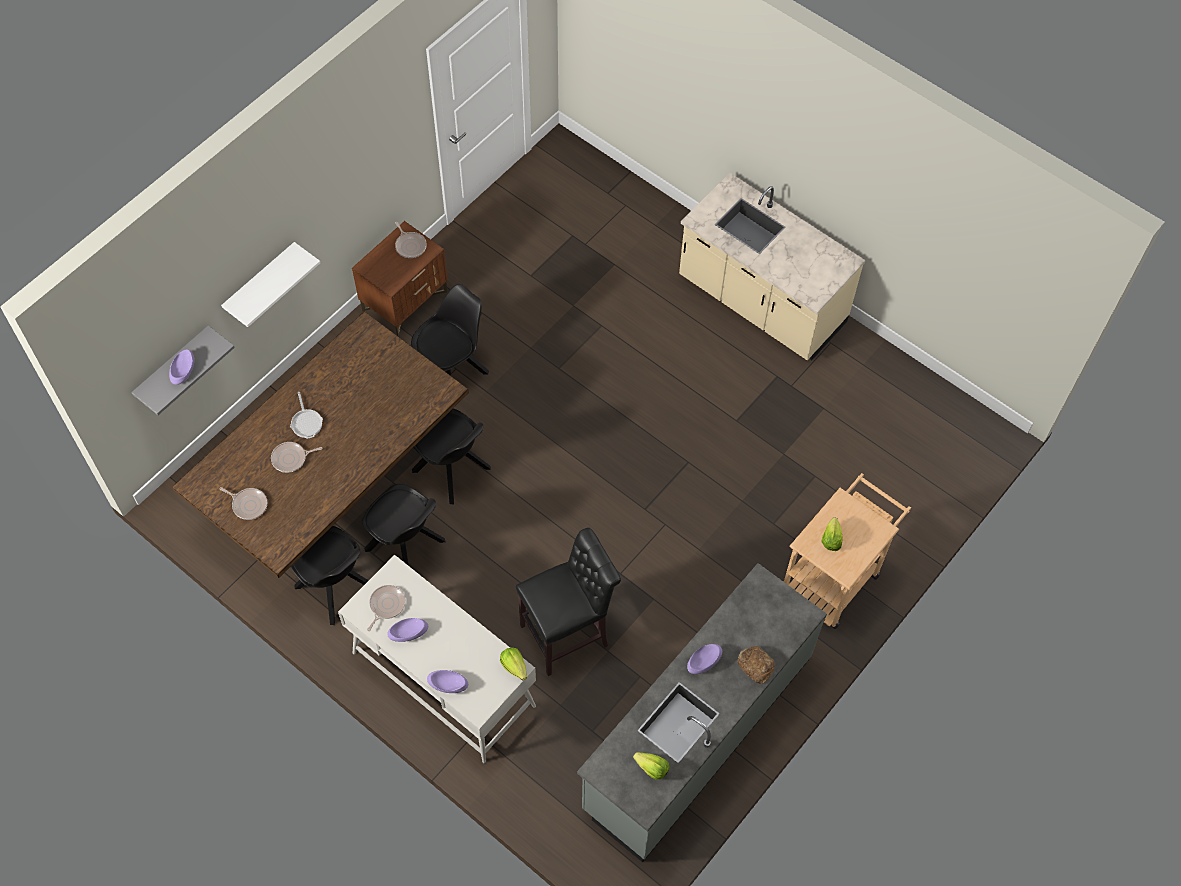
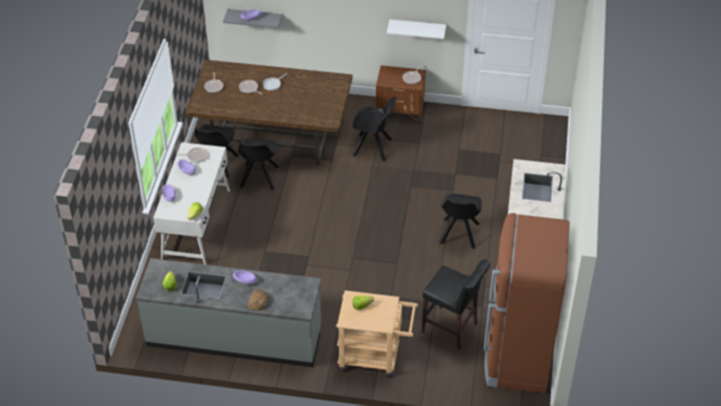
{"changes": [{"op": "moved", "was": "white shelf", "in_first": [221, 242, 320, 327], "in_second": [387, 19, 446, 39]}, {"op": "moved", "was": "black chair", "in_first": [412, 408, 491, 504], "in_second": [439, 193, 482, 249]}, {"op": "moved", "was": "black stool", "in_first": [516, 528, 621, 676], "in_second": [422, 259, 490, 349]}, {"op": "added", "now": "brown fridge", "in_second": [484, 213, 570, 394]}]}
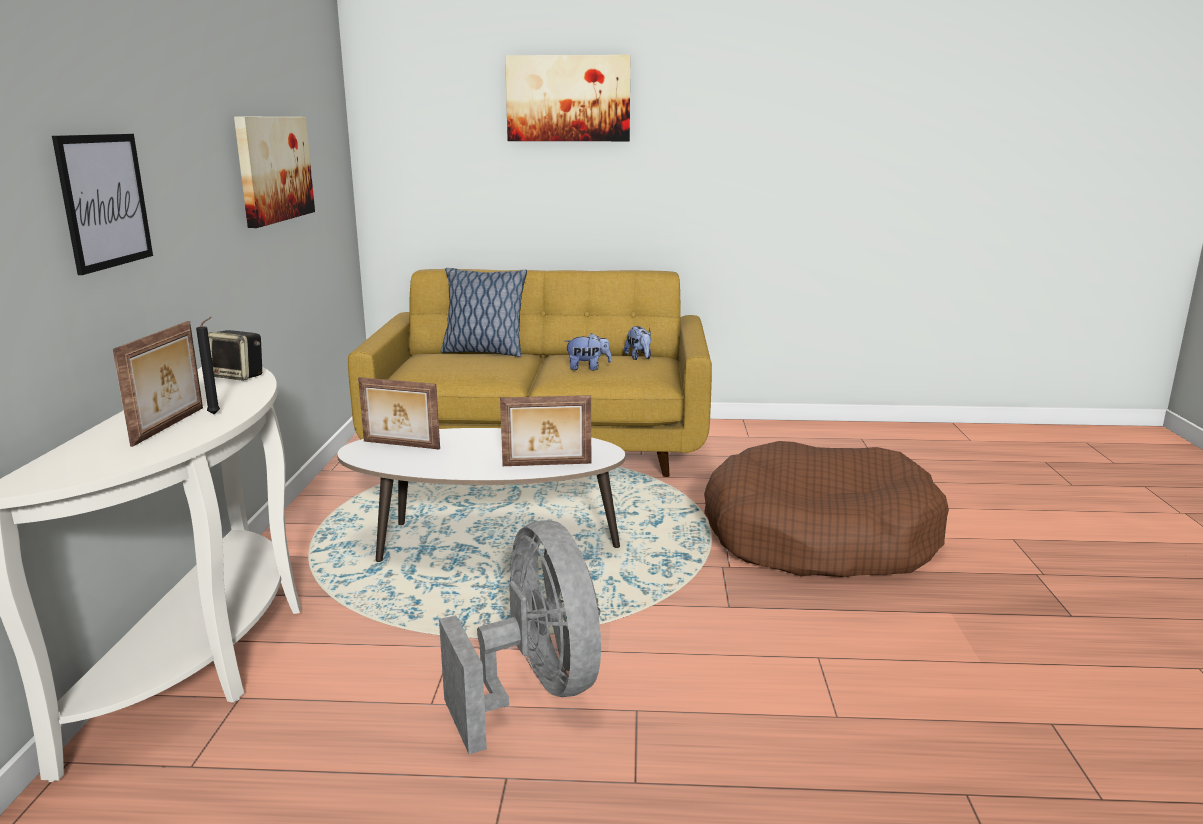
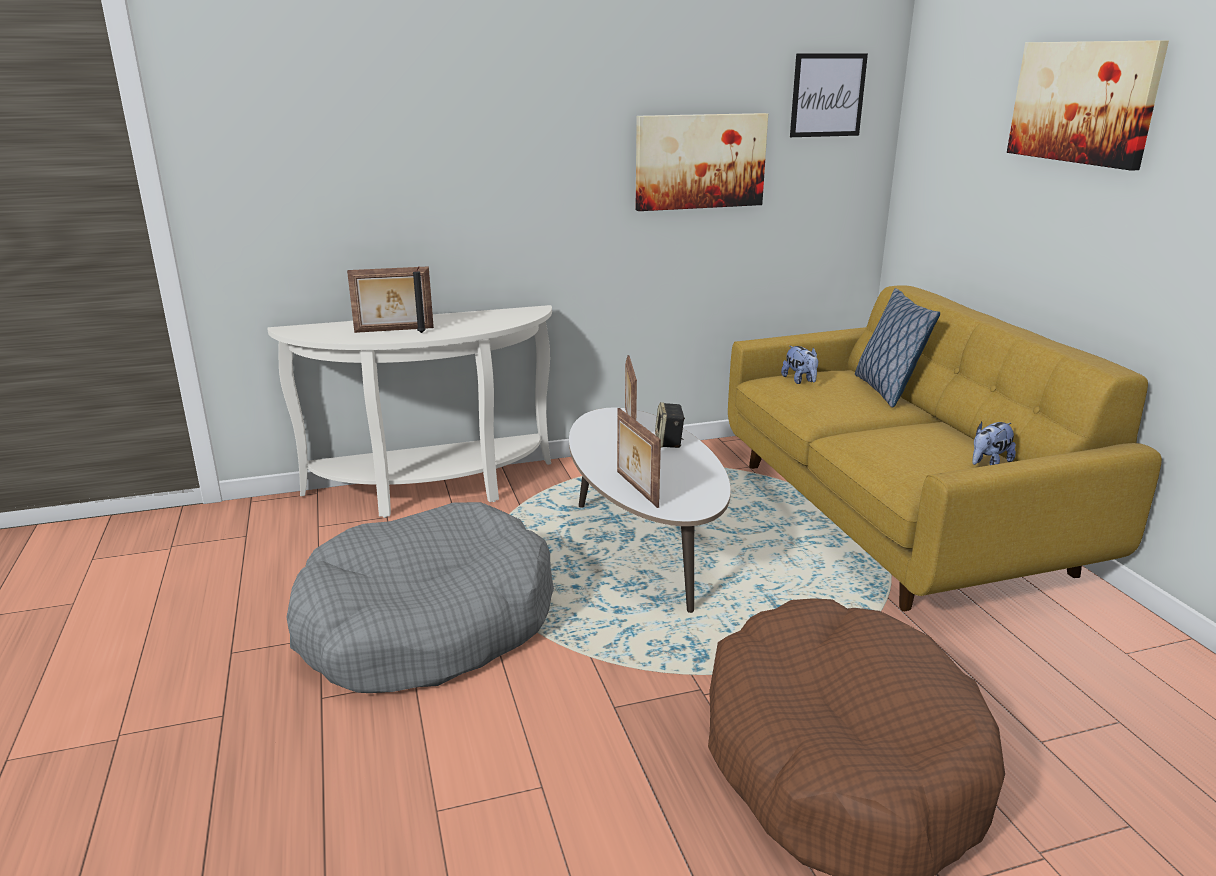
{"changes": [{"op": "moved", "was": "picture", "in_first": [52, 134, 153, 275], "in_second": [790, 53, 868, 137]}, {"op": "moved", "was": "speaker", "in_first": [208, 330, 262, 381], "in_second": [655, 402, 685, 448]}, {"op": "moved", "was": "plush toy", "in_first": [565, 333, 612, 371], "in_second": [781, 346, 818, 384]}, {"op": "replaced", "was": "grey fan", "now": "grey dog bed", "in_first": [439, 521, 601, 754], "in_second": [286, 502, 554, 693]}]}
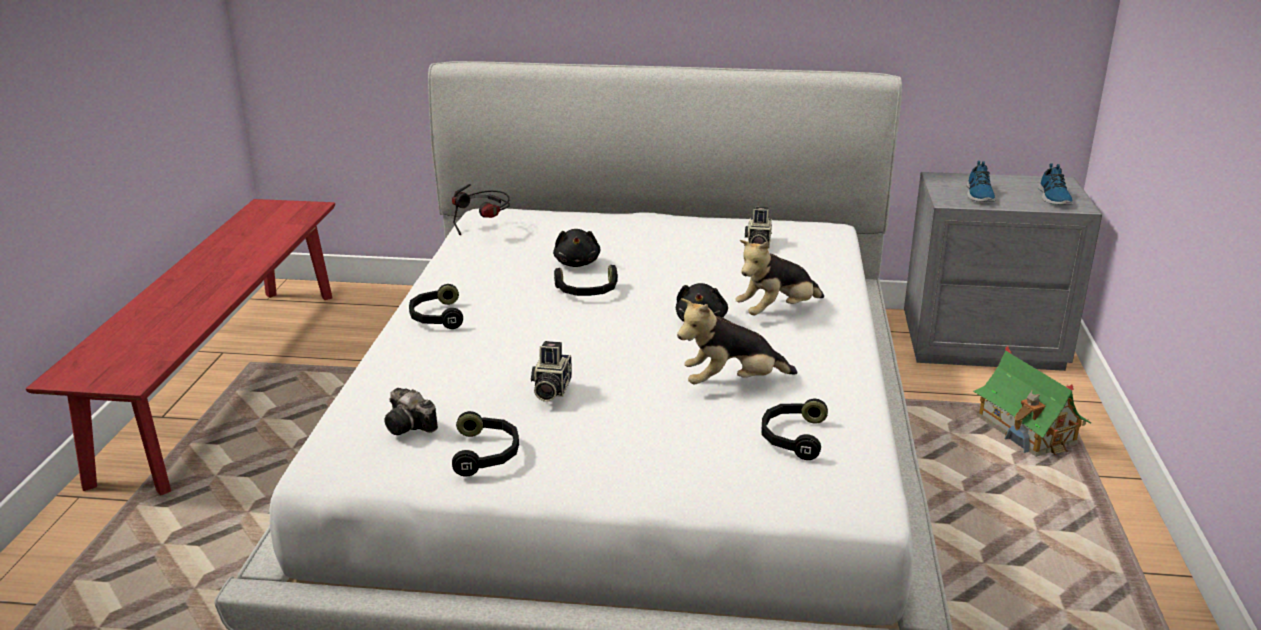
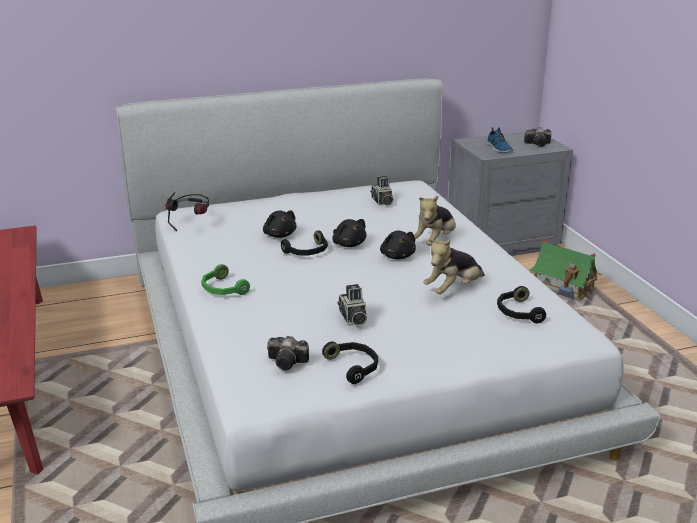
{"changes": [{"op": "replaced", "was": "shoe", "now": "photo camera", "in_first": [1038, 163, 1073, 205], "in_second": [524, 127, 551, 147]}, {"op": "recoloured", "was": "black headphones", "now": "green headphones", "in_first": [409, 284, 463, 329], "in_second": [201, 264, 250, 295]}, {"op": "added", "now": "black plush toy", "in_second": [332, 219, 367, 247]}]}
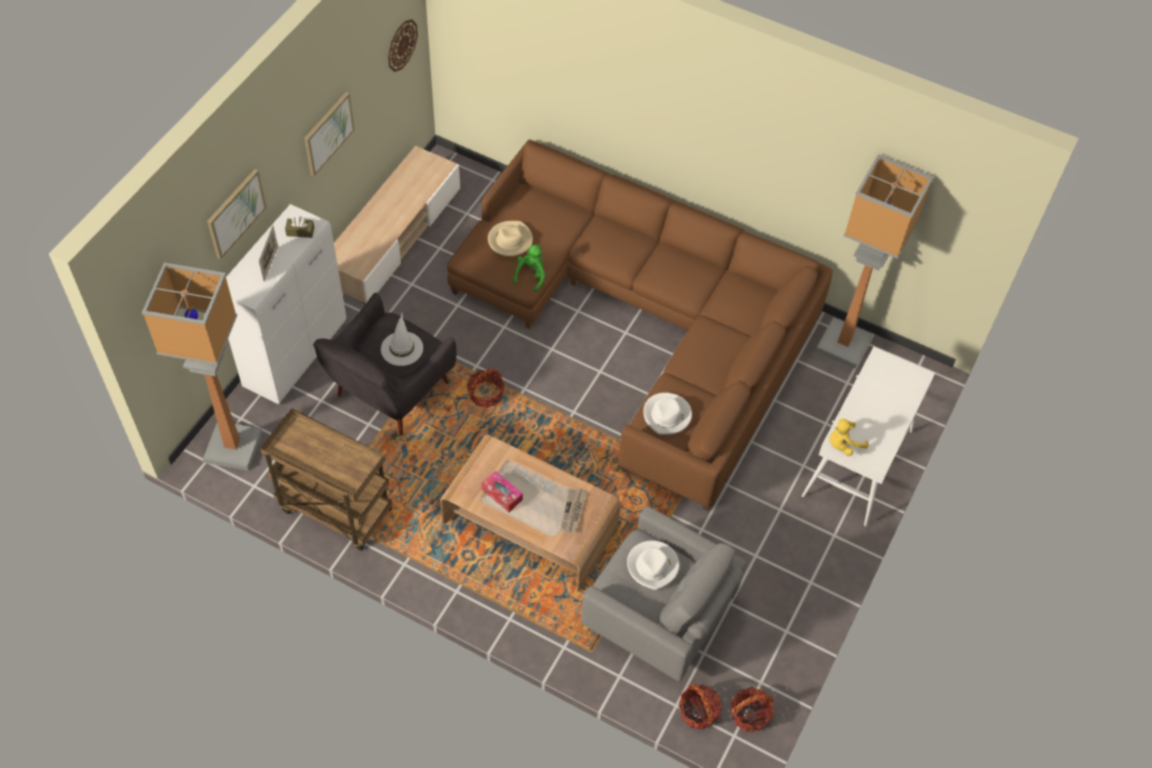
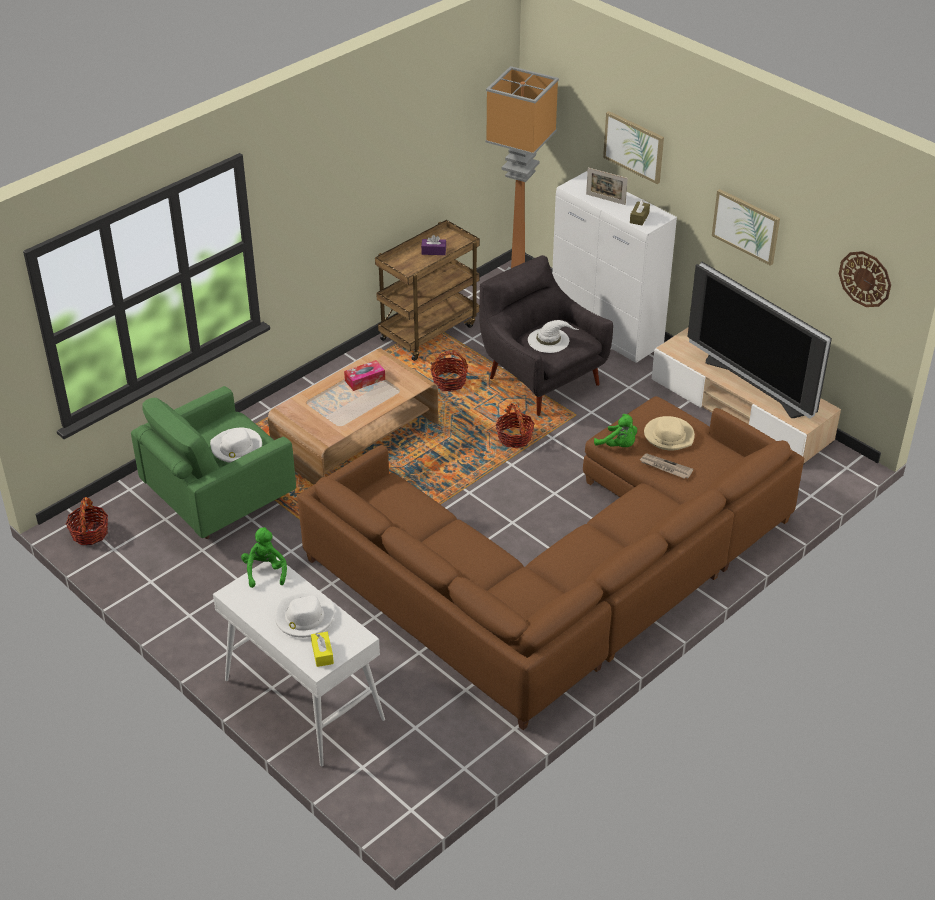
{"changes": [{"op": "removed", "was": "floor lamp", "in_first": [816, 154, 934, 369]}, {"op": "moved", "was": "white hat", "in_first": [643, 393, 692, 435], "in_second": [275, 592, 335, 638]}, {"op": "recoloured", "was": "yellow plush toy", "now": "green plush toy", "in_first": [830, 419, 869, 456], "in_second": [241, 527, 287, 588]}, {"op": "moved", "was": "newspaper", "in_first": [560, 487, 587, 533], "in_second": [640, 453, 693, 479]}, {"op": "recoloured", "was": "grey armchair", "now": "green armchair", "in_first": [581, 506, 746, 682], "in_second": [131, 386, 296, 539]}, {"op": "moved", "was": "basket", "in_first": [679, 684, 722, 730], "in_second": [430, 350, 468, 392]}, {"op": "added", "now": "purple tissue box", "in_second": [421, 235, 446, 255]}, {"op": "added", "now": "television", "in_second": [687, 262, 832, 419]}, {"op": "added", "now": "yellow tissue box", "in_second": [311, 632, 334, 667]}]}
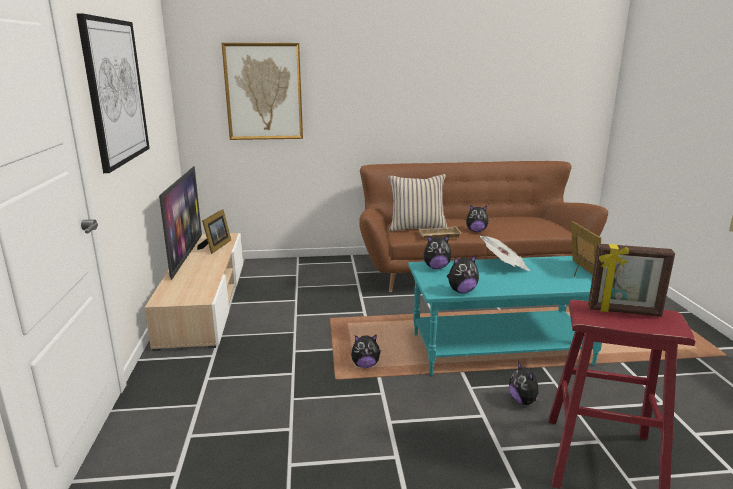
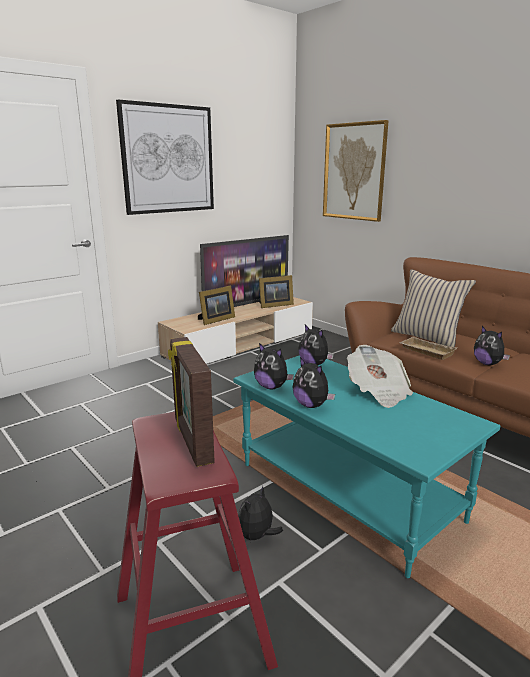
{"changes": [{"op": "moved", "was": "picture frame", "in_first": [571, 221, 601, 276], "in_second": [198, 286, 235, 325]}, {"op": "moved", "was": "plush toy", "in_first": [351, 334, 381, 368], "in_second": [292, 357, 335, 408]}]}
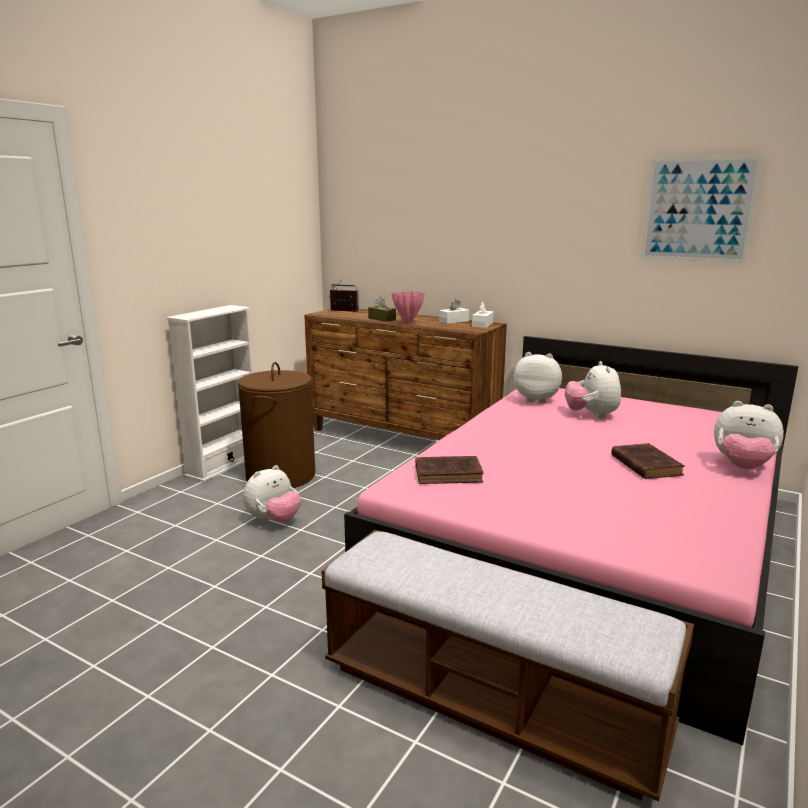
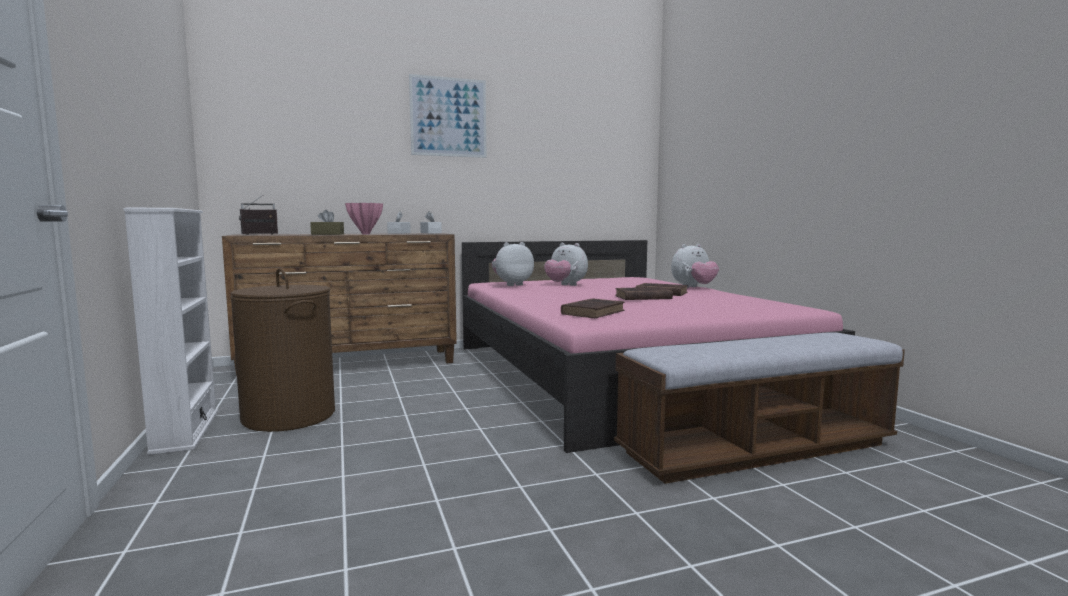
{"changes": [{"op": "moved", "was": "picture", "in_first": [641, 156, 762, 263], "in_second": [409, 74, 486, 158]}, {"op": "removed", "was": "plush toy", "in_first": [243, 465, 301, 522]}, {"op": "added", "now": "brown book", "in_second": [615, 287, 673, 300]}]}
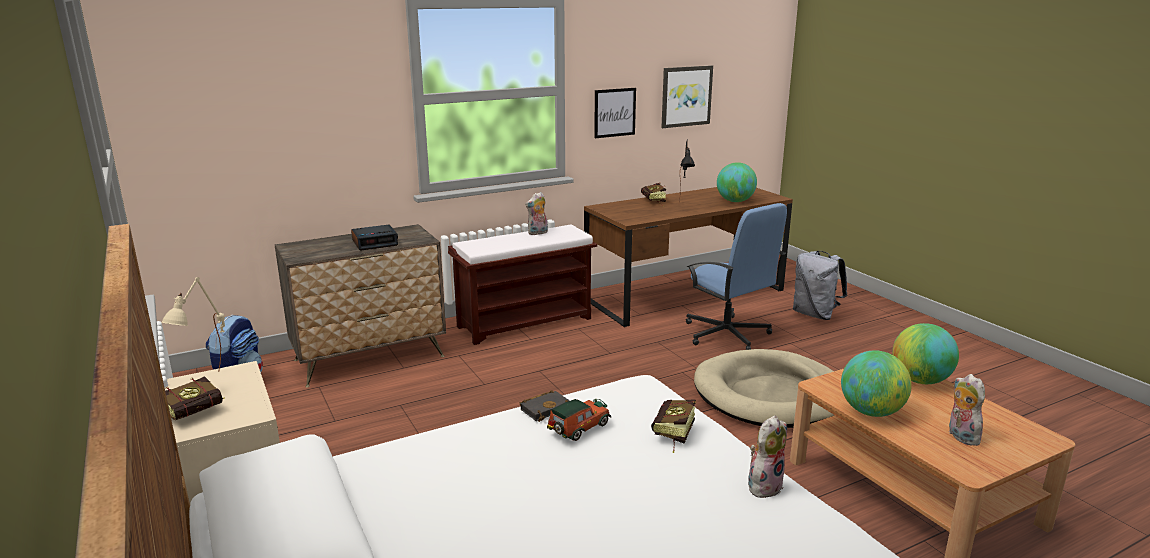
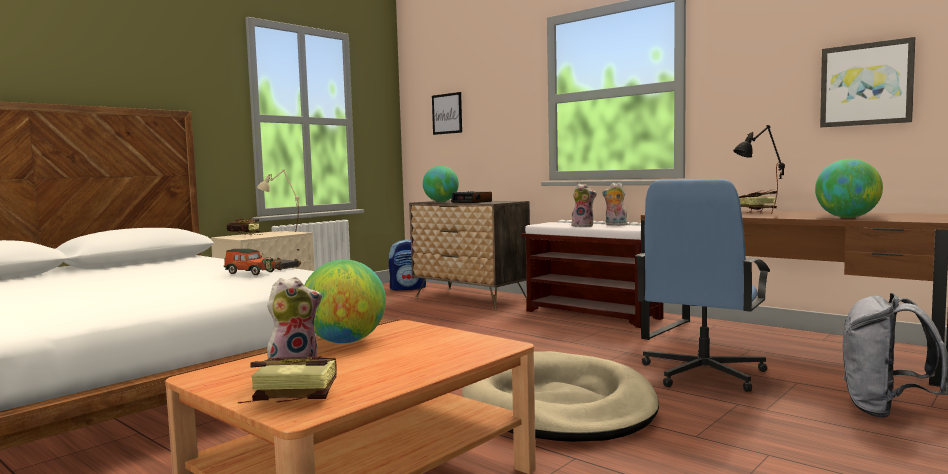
{"changes": [{"op": "moved", "was": "picture", "in_first": [594, 88, 636, 138], "in_second": [432, 92, 462, 135]}, {"op": "moved", "was": "globe", "in_first": [892, 323, 959, 384], "in_second": [423, 166, 459, 202]}, {"op": "moved", "was": "book", "in_first": [651, 399, 696, 453], "in_second": [237, 357, 337, 404]}, {"op": "moved", "was": "plush toy", "in_first": [748, 416, 787, 498], "in_second": [571, 184, 597, 227]}]}
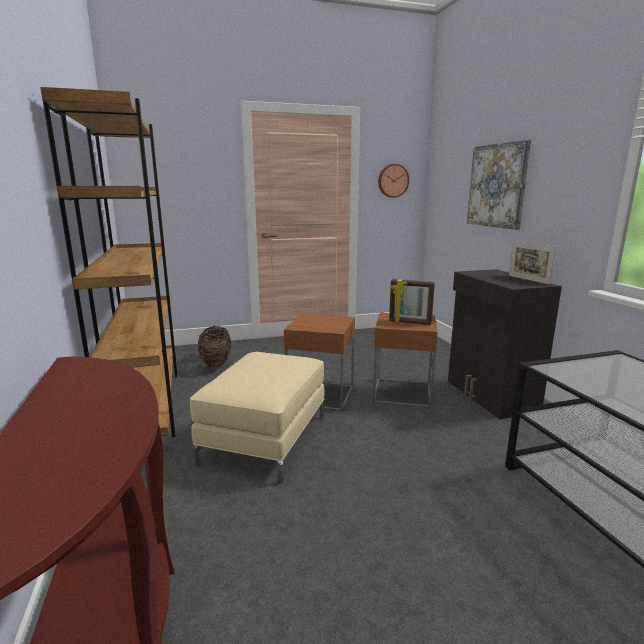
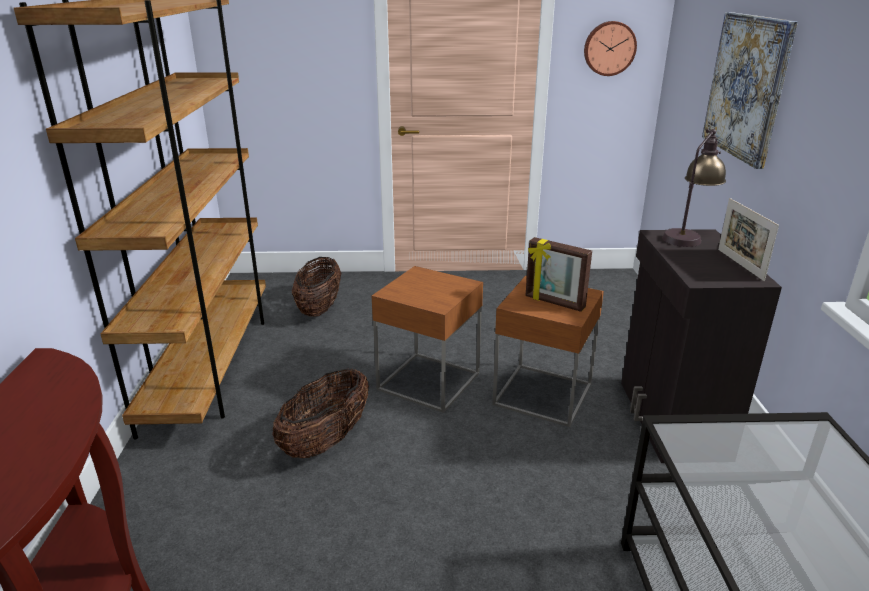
{"changes": [{"op": "replaced", "was": "beige ottoman", "now": "basket", "in_first": [190, 352, 325, 484], "in_second": [272, 368, 369, 458]}, {"op": "added", "now": "table lamp", "in_second": [662, 129, 726, 247]}]}
